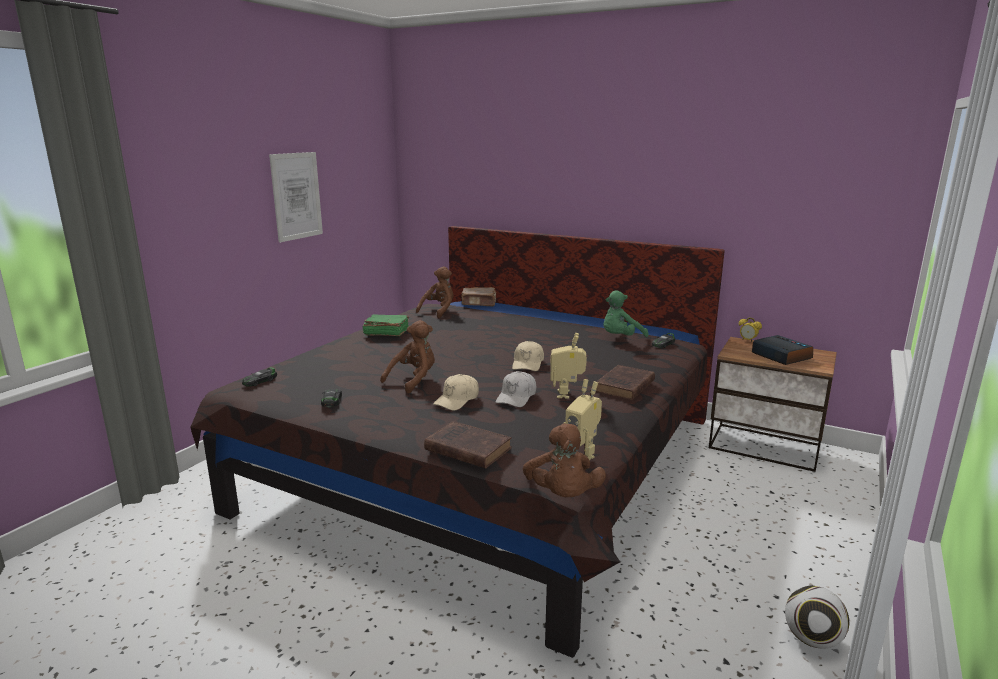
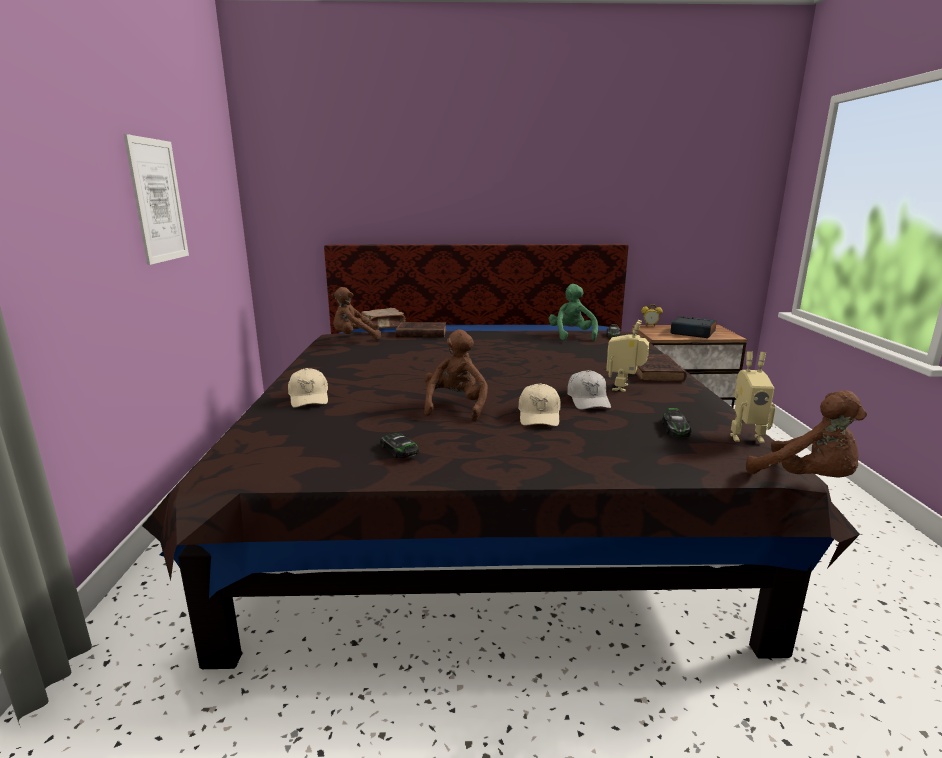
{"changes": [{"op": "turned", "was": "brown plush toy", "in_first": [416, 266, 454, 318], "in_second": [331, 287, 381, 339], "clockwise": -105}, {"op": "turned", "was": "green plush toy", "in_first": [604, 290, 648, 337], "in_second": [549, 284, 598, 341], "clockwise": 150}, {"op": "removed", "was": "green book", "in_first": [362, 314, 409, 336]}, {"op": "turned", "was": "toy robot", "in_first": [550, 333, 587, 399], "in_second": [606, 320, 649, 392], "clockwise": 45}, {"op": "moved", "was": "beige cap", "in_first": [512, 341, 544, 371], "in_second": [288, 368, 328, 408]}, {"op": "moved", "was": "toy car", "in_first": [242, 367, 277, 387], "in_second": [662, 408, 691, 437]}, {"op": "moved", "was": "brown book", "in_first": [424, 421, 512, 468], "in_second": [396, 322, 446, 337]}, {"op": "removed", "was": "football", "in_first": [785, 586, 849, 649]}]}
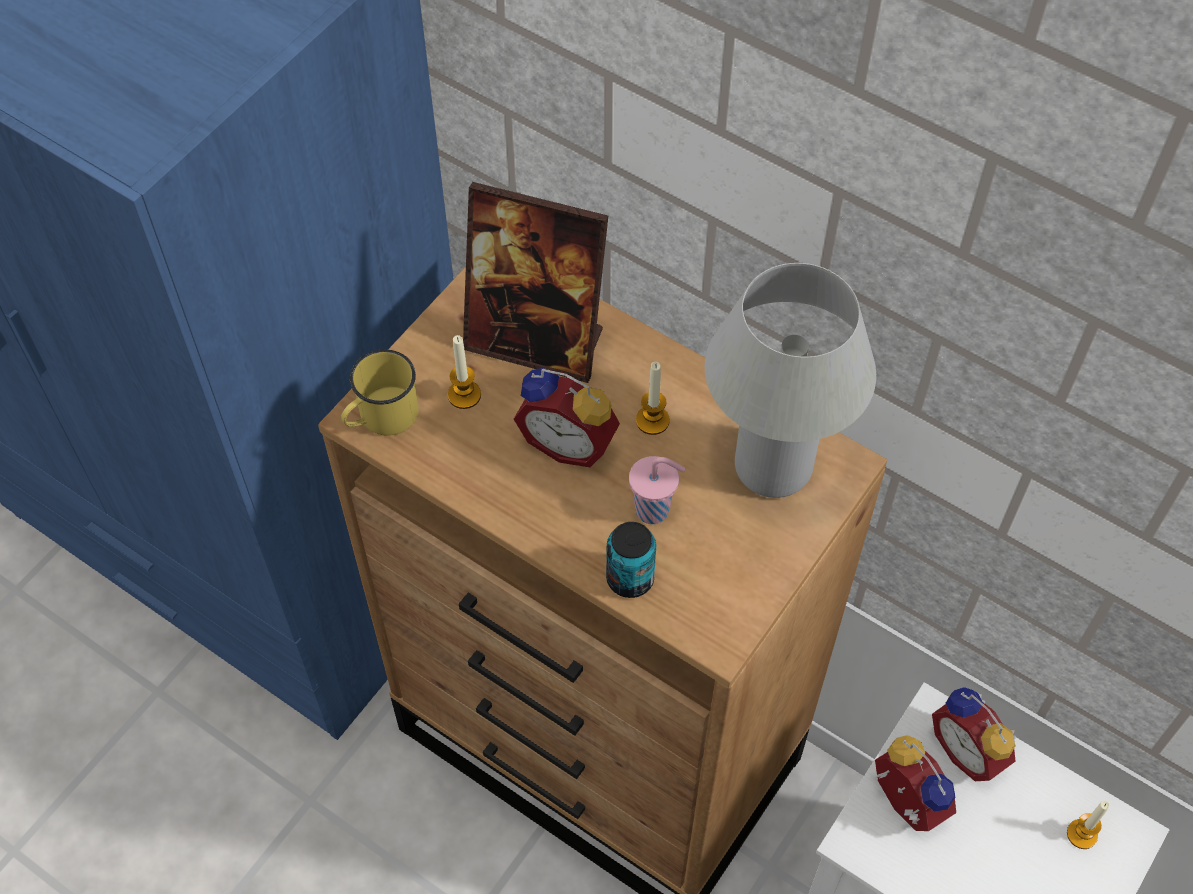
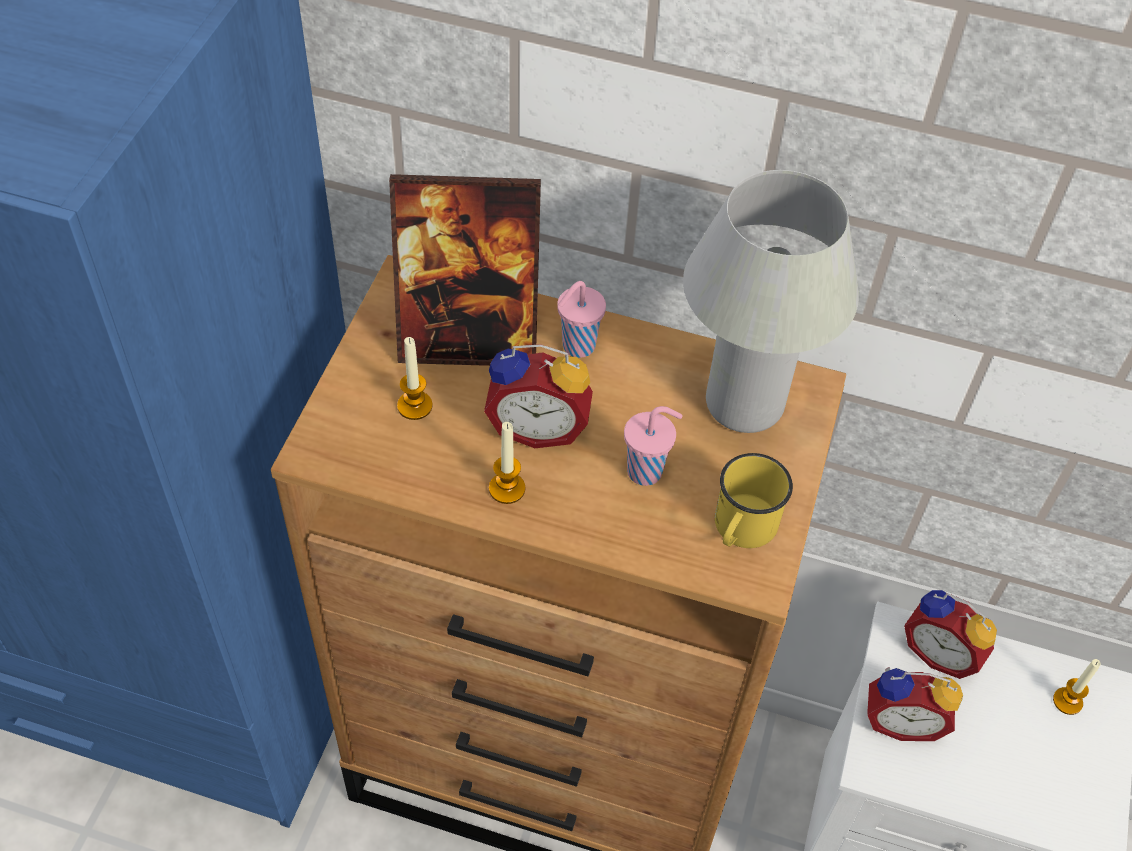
{"changes": [{"op": "moved", "was": "yellow mug", "in_first": [341, 350, 419, 436], "in_second": [715, 453, 793, 548]}, {"op": "moved", "was": "candle", "in_first": [636, 362, 670, 435], "in_second": [489, 422, 525, 504]}, {"op": "removed", "was": "can", "in_first": [606, 522, 656, 598]}, {"op": "turned", "was": "alarm clock", "in_first": [875, 735, 956, 831], "in_second": [867, 667, 963, 741], "clockwise": 150}, {"op": "added", "now": "pink cup", "in_second": [557, 281, 606, 358]}]}
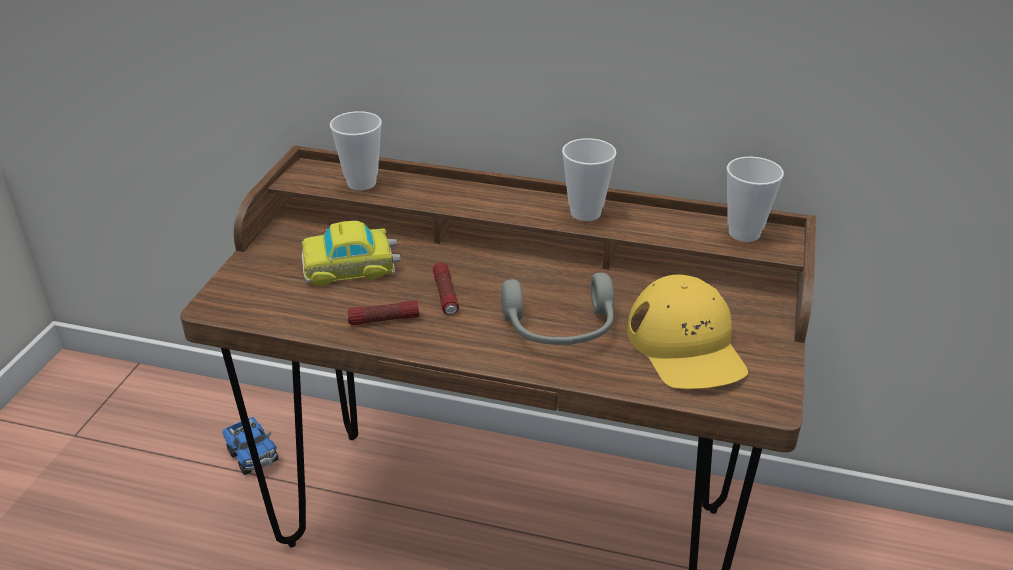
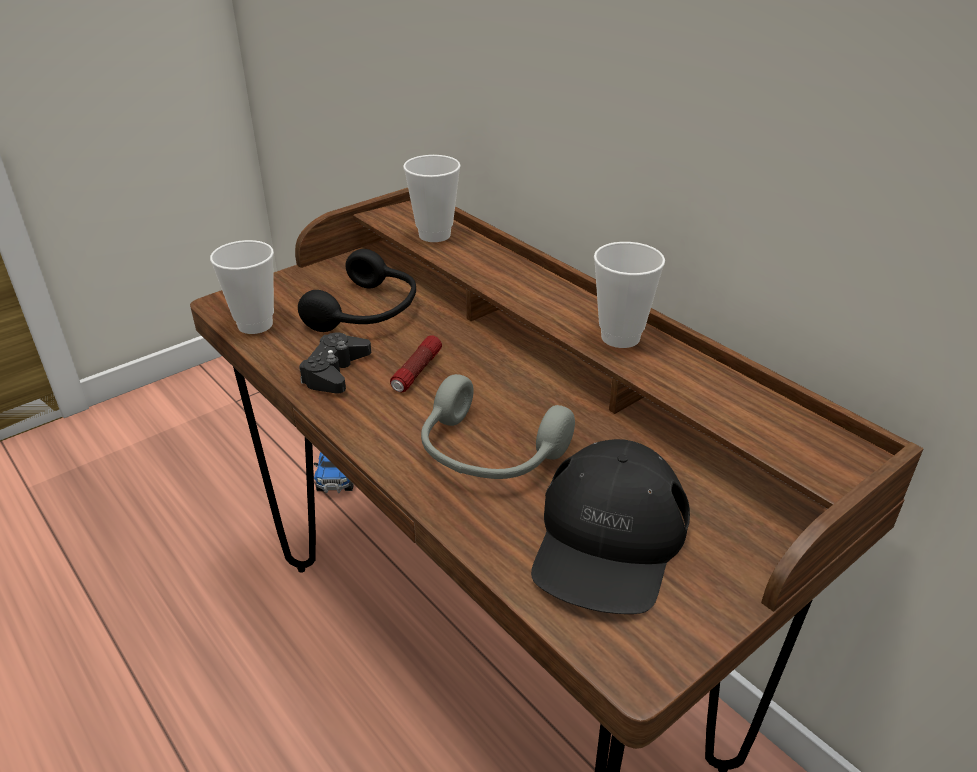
{"changes": [{"op": "moved", "was": "cup", "in_first": [727, 157, 784, 242], "in_second": [210, 240, 274, 334]}, {"op": "replaced", "was": "toy car", "now": "black headphones", "in_first": [302, 221, 401, 287], "in_second": [298, 249, 416, 332]}, {"op": "recoloured", "was": "yellow cap", "now": "black cap", "in_first": [627, 274, 748, 389], "in_second": [531, 439, 690, 614]}, {"op": "replaced", "was": "flashlight", "now": "black game controller", "in_first": [347, 300, 419, 325], "in_second": [299, 332, 371, 394]}]}
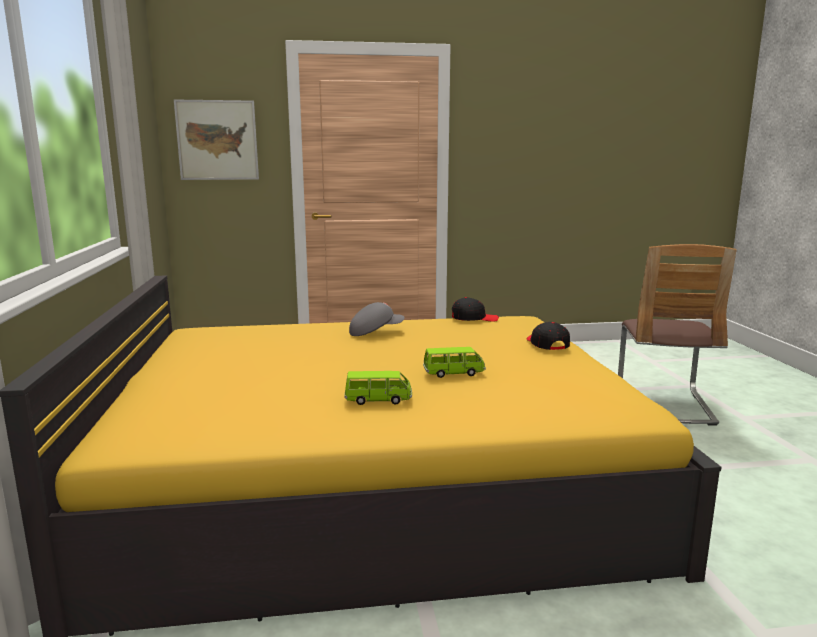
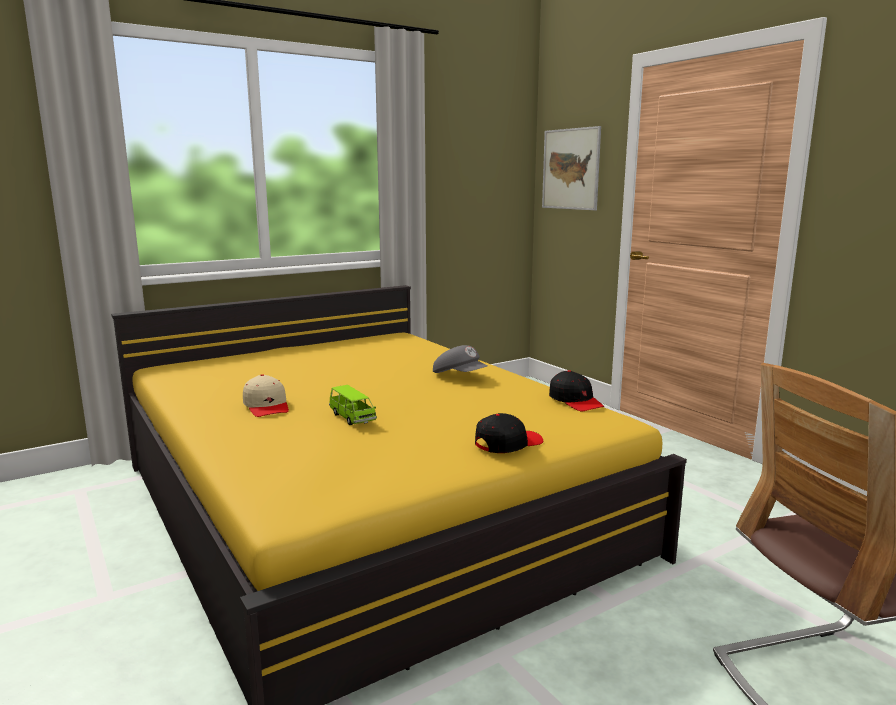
{"changes": [{"op": "replaced", "was": "green toy car", "now": "beige cap", "in_first": [344, 371, 412, 405], "in_second": [243, 374, 289, 417]}]}
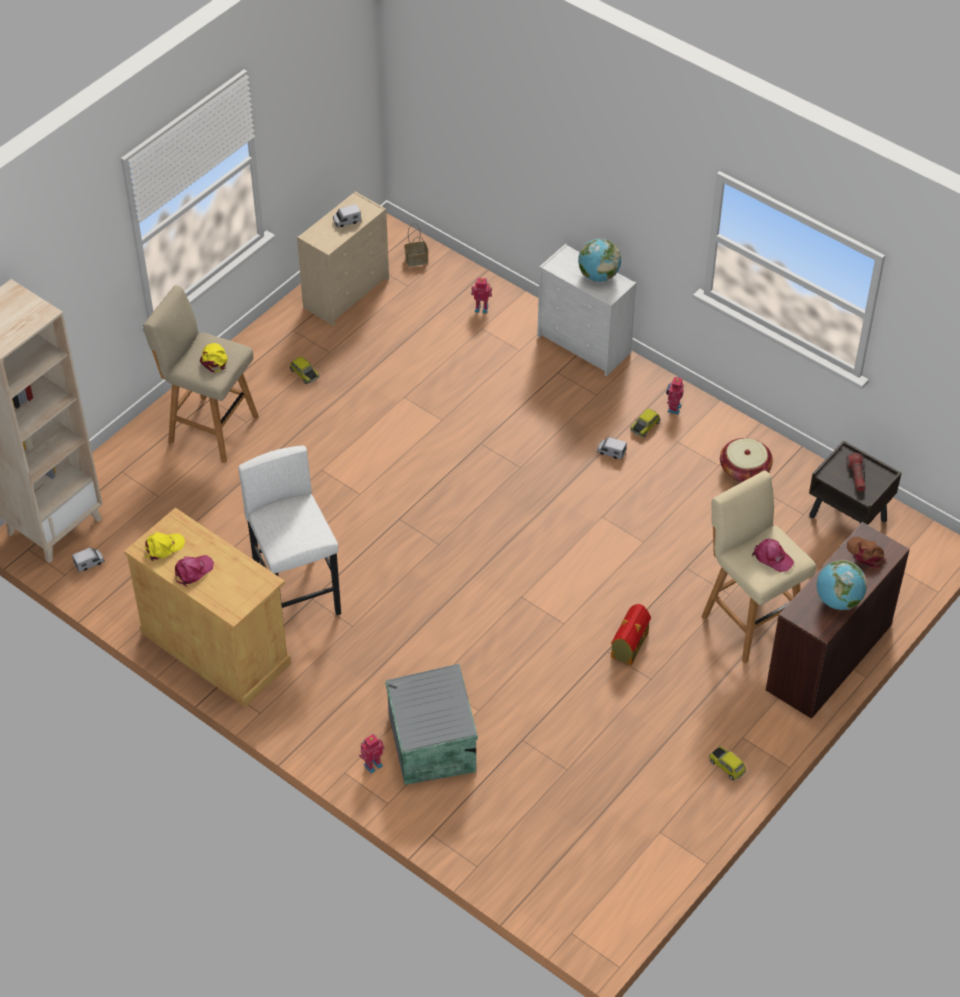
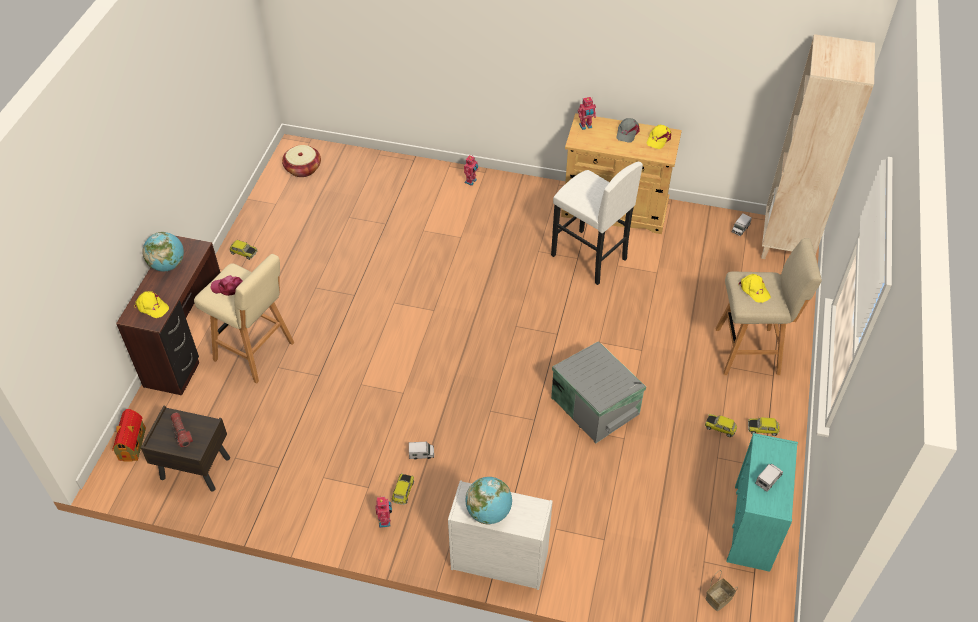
{"changes": [{"op": "recoloured", "was": "beige dresser", "now": "turquoise dresser", "in_first": [297, 191, 389, 326], "in_second": [726, 433, 798, 572]}, {"op": "moved", "was": "toy robot", "in_first": [471, 278, 492, 313], "in_second": [578, 97, 596, 130]}, {"op": "moved", "was": "basket", "in_first": [720, 438, 773, 483], "in_second": [282, 145, 321, 177]}, {"op": "recoloured", "was": "brown cap", "now": "yellow cap", "in_first": [847, 537, 886, 568], "in_second": [134, 291, 169, 318]}, {"op": "recoloured", "was": "pink cap", "now": "grey cap", "in_first": [175, 555, 214, 586], "in_second": [617, 118, 640, 142]}, {"op": "moved", "was": "toy house", "in_first": [611, 604, 651, 665], "in_second": [112, 409, 146, 461]}, {"op": "moved", "was": "grey storage box", "in_first": [385, 664, 478, 785], "in_second": [551, 341, 646, 444]}, {"op": "added", "now": "toy car", "in_second": [748, 417, 780, 436]}]}
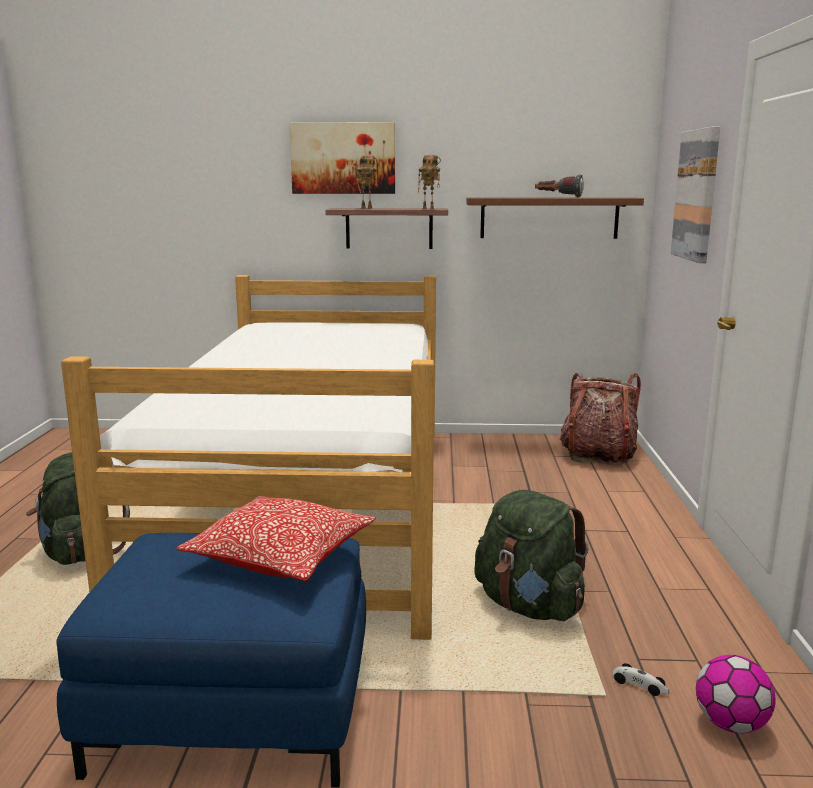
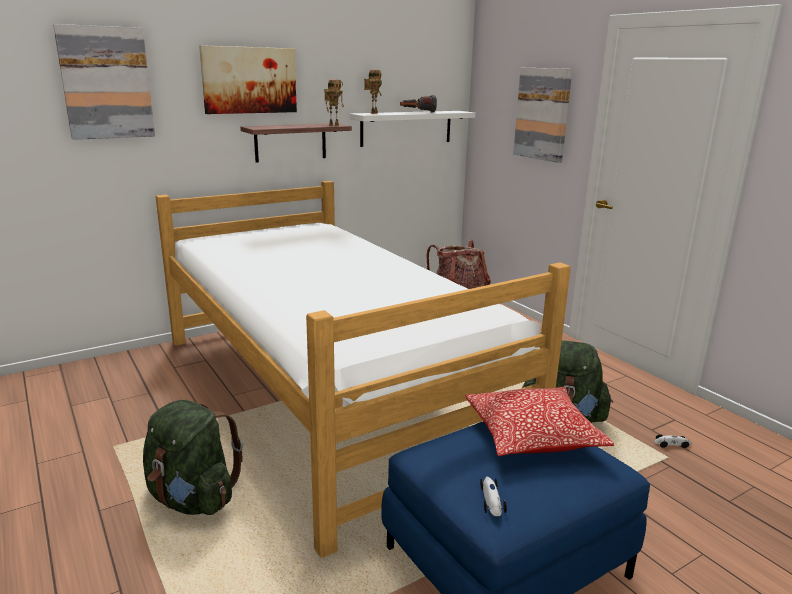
{"changes": [{"op": "moved", "was": "toy robot", "in_first": [355, 155, 378, 209], "in_second": [364, 69, 382, 114]}, {"op": "recoloured", "was": "brown shelf", "now": "white shelf", "in_first": [466, 197, 644, 239], "in_second": [350, 111, 475, 147]}, {"op": "removed", "was": "football", "in_first": [696, 655, 776, 733]}, {"op": "added", "now": "picture", "in_second": [53, 24, 155, 140]}, {"op": "added", "now": "toy car", "in_second": [480, 476, 507, 516]}]}
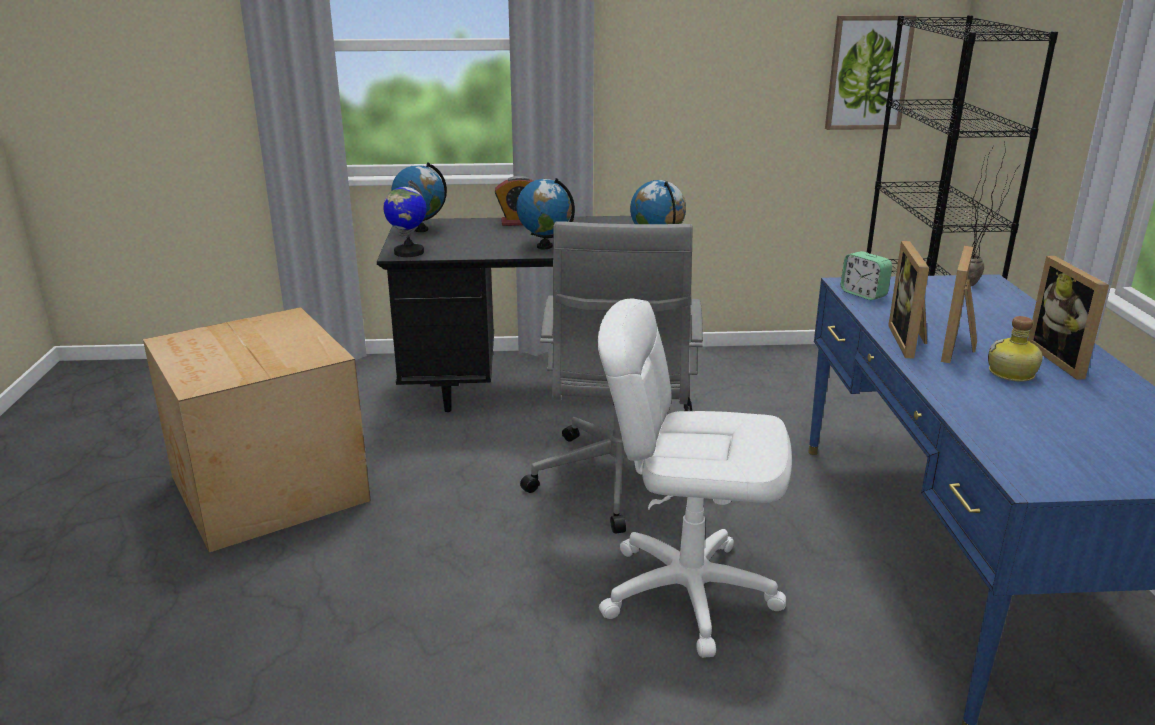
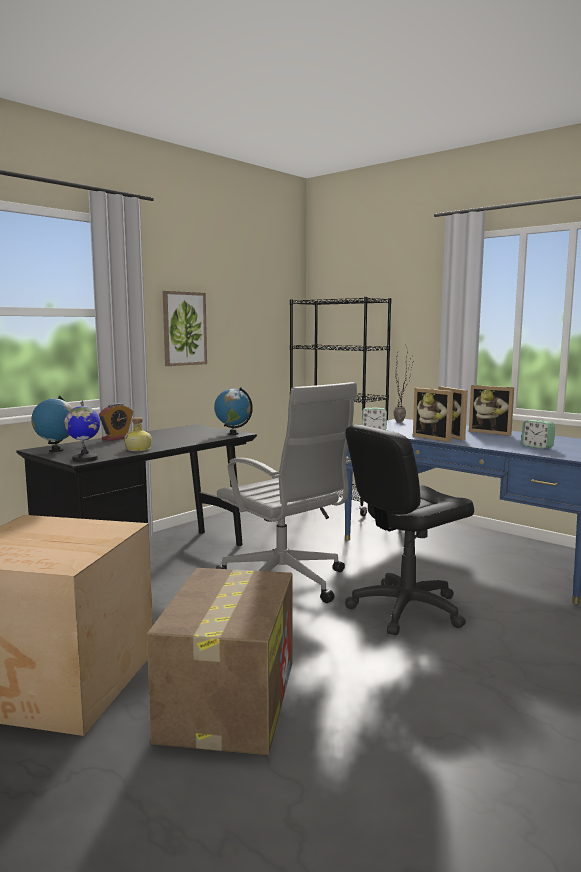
{"changes": [{"op": "moved", "was": "picture", "in_first": [825, 15, 916, 130], "in_second": [163, 291, 207, 366]}, {"op": "removed", "was": "globe", "in_first": [516, 178, 575, 249]}, {"op": "recoloured", "was": "white office chair", "now": "black office chair", "in_first": [598, 299, 792, 658], "in_second": [345, 425, 474, 635]}, {"op": "moved", "was": "bottle", "in_first": [988, 316, 1043, 382], "in_second": [124, 417, 152, 451]}, {"op": "added", "now": "alarm clock", "in_second": [521, 420, 555, 449]}, {"op": "added", "now": "cardboard box", "in_second": [147, 568, 293, 755]}]}
